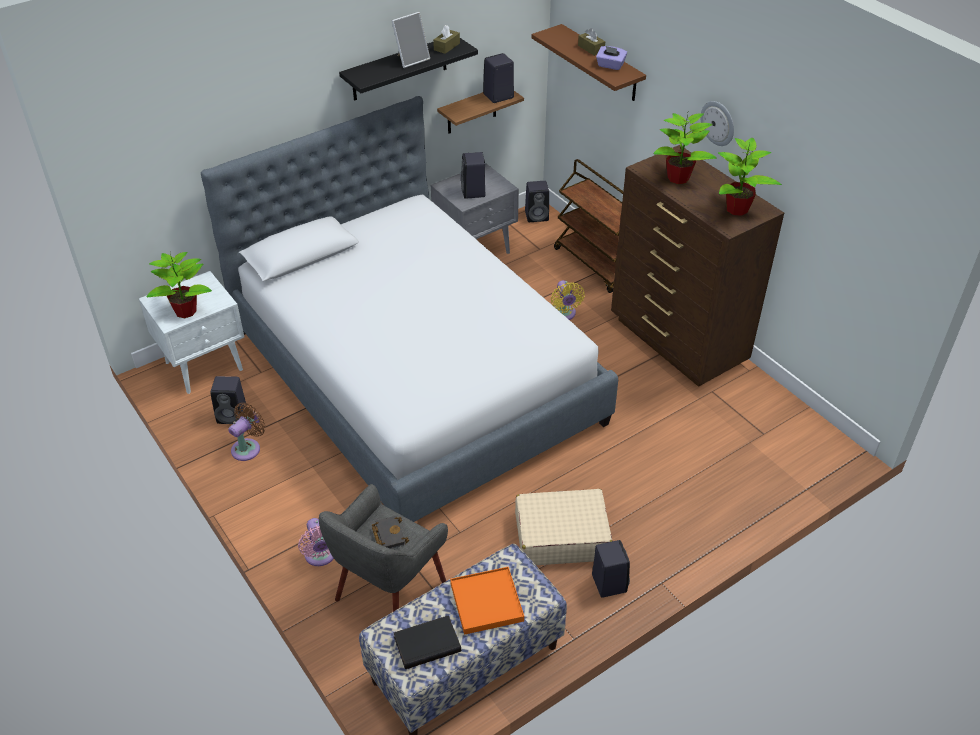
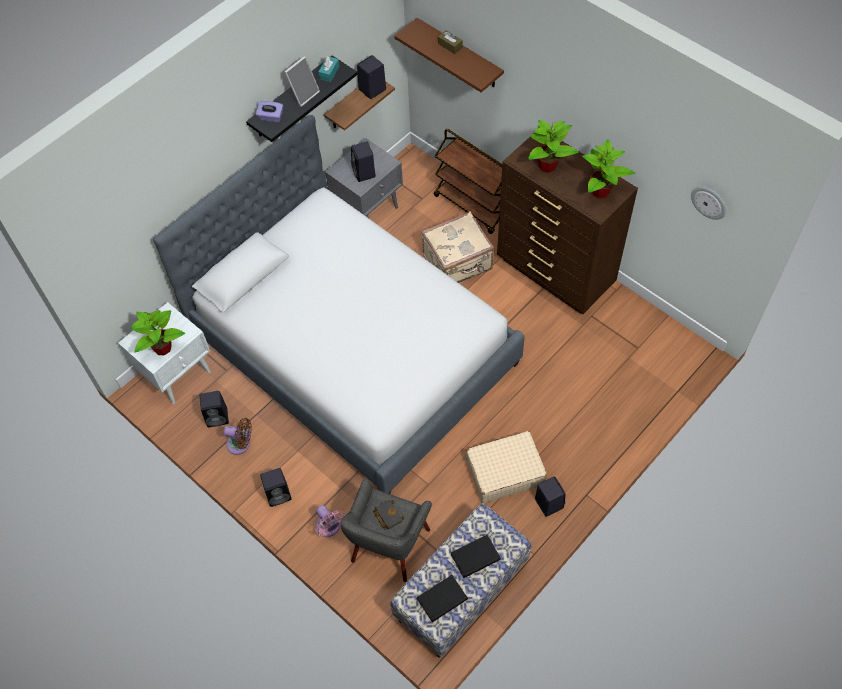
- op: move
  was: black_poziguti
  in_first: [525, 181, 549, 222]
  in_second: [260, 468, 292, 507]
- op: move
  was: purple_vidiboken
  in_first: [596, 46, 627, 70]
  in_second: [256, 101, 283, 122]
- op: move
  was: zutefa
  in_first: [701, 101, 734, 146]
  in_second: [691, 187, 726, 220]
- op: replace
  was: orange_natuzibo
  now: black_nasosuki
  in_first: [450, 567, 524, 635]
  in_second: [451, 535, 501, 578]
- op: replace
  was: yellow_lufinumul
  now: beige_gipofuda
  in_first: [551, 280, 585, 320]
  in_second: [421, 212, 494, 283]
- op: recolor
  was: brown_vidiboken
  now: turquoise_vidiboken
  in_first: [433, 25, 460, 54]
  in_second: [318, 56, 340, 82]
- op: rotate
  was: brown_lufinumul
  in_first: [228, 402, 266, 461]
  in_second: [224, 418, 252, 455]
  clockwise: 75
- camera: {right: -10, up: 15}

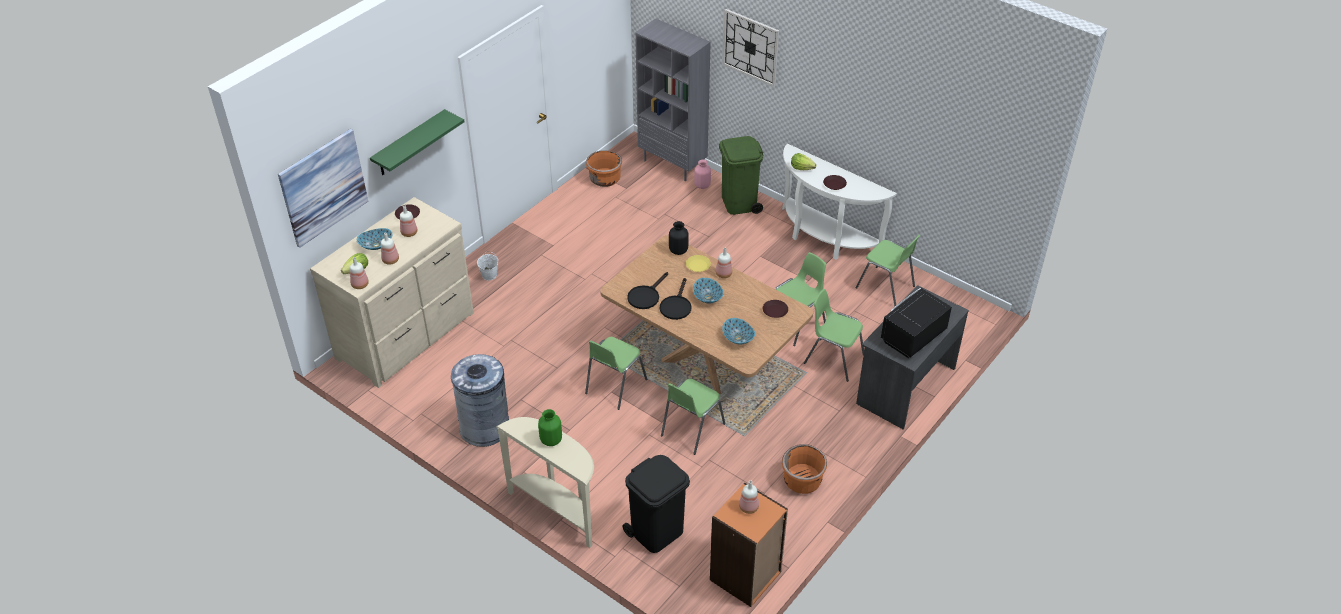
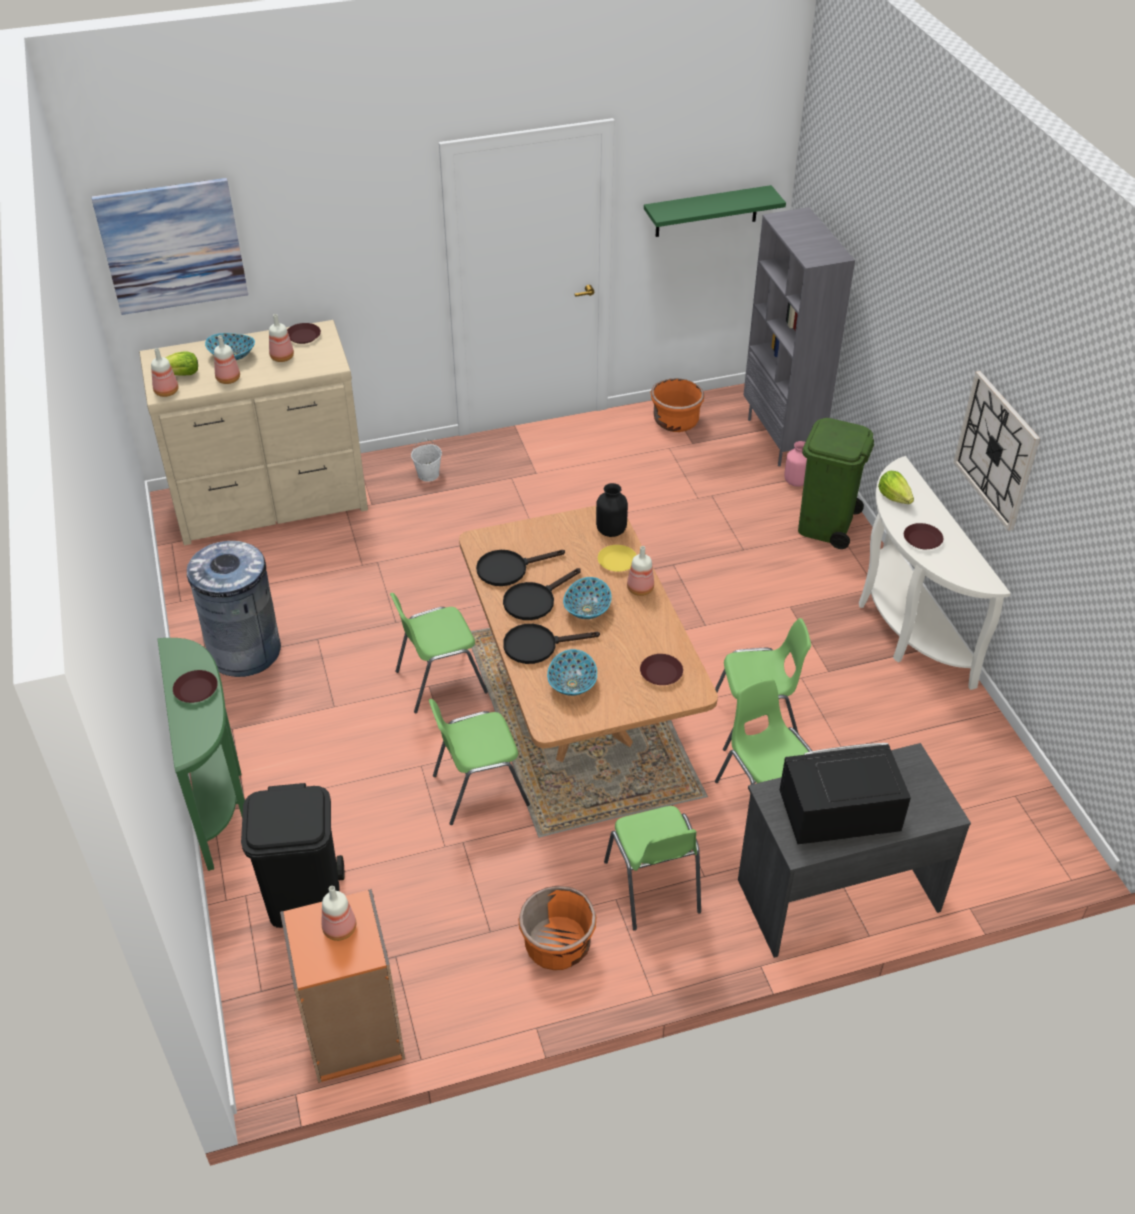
- op: insert
  now: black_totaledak
  in_second: [503, 624, 600, 664]
- op: move
  was: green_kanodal
  in_first: [370, 109, 464, 175]
  in_second: [644, 185, 786, 237]
- op: move
  was: zutefa
  in_first: [723, 9, 779, 87]
  in_second: [954, 371, 1040, 531]
- op: move
  was: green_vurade
  in_first: [855, 235, 920, 306]
  in_second: [604, 806, 701, 931]
- op: replace
  was: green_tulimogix
  now: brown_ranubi
  in_first: [538, 409, 562, 446]
  in_second: [173, 670, 218, 703]
- op: recolor
  was: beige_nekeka
  now: green_nekeka
  in_first: [496, 417, 594, 548]
  in_second: [157, 638, 245, 871]
- camera: {right: 35, up: 0}

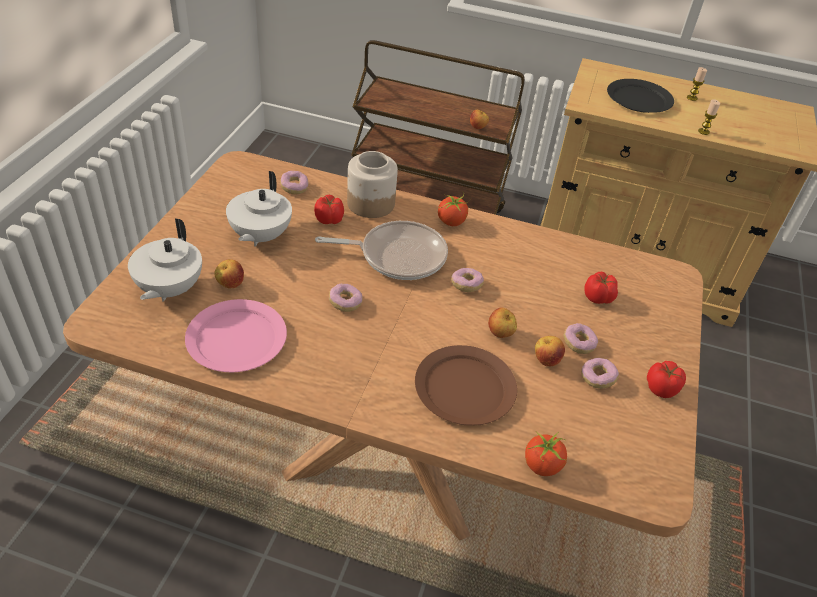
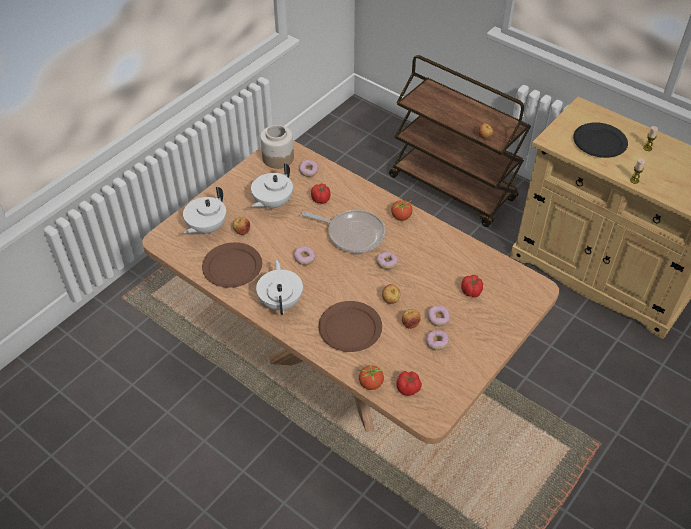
- op: insert
  now: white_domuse
  in_second: [256, 260, 303, 315]
- op: move
  was: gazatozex
  in_first: [347, 151, 398, 218]
  in_second: [260, 125, 294, 169]
- op: move
  was: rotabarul
  in_first: [647, 361, 686, 398]
  in_second: [396, 371, 422, 396]
- op: recolor
  was: pink_ranubi
  now: brown_ranubi
  in_first: [185, 299, 287, 372]
  in_second: [202, 242, 262, 288]
- camera: {right: 25, up: 5}

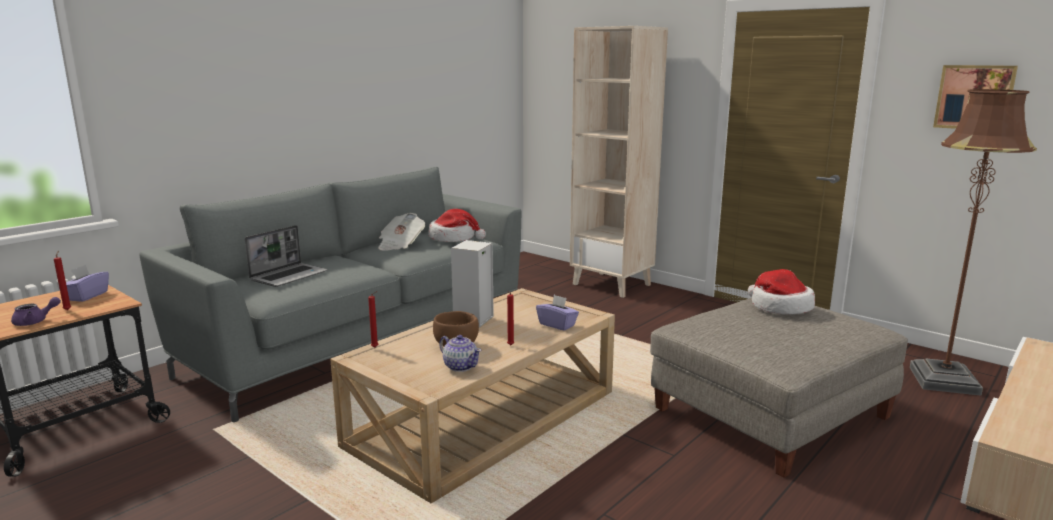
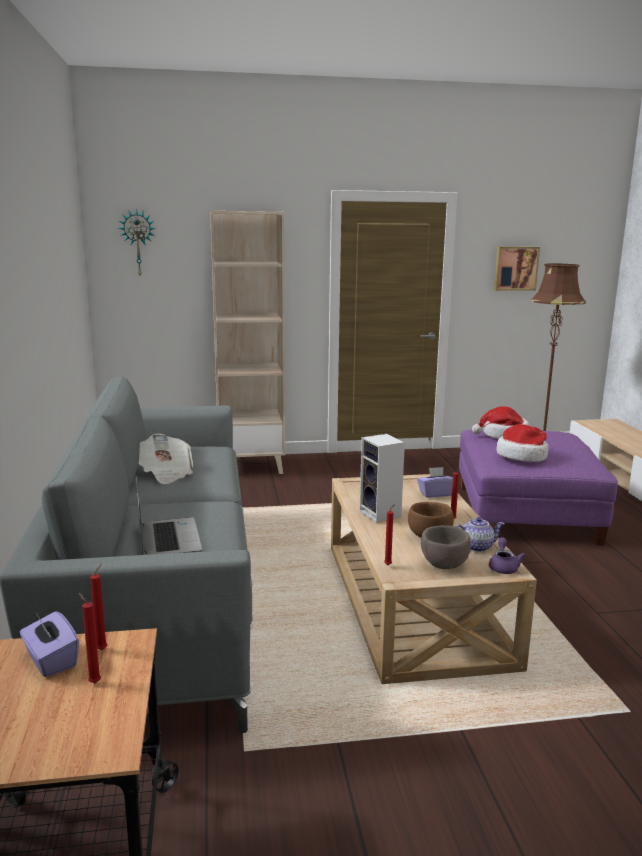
- op: insert
  now: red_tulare
  in_second: [90, 564, 107, 650]
- op: insert
  now: zutefa
  in_second: [119, 209, 156, 275]
- op: insert
  now: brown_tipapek
  in_second: [421, 525, 471, 569]
- op: move
  was: purple_domuse
  in_first: [11, 297, 61, 326]
  in_second: [489, 537, 525, 574]
- op: move
  was: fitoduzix
  in_first: [428, 209, 486, 242]
  in_second: [496, 424, 549, 462]
- op: recolor
  was: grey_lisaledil
  now: purple_lisaledil
  in_first: [650, 298, 908, 478]
  in_second: [459, 430, 618, 545]
- camera: {right: -50, up: 0}

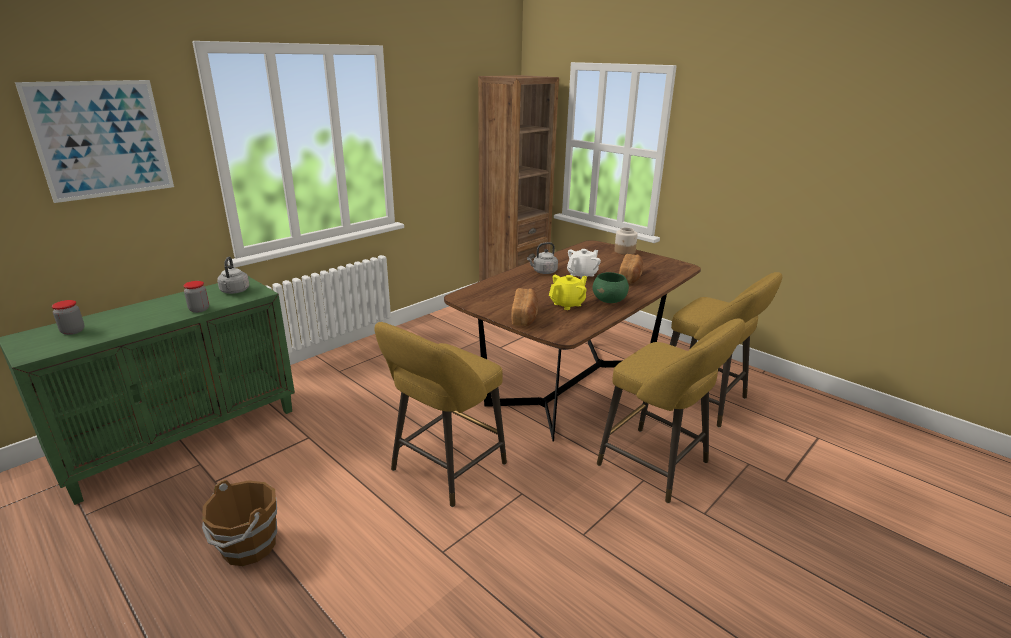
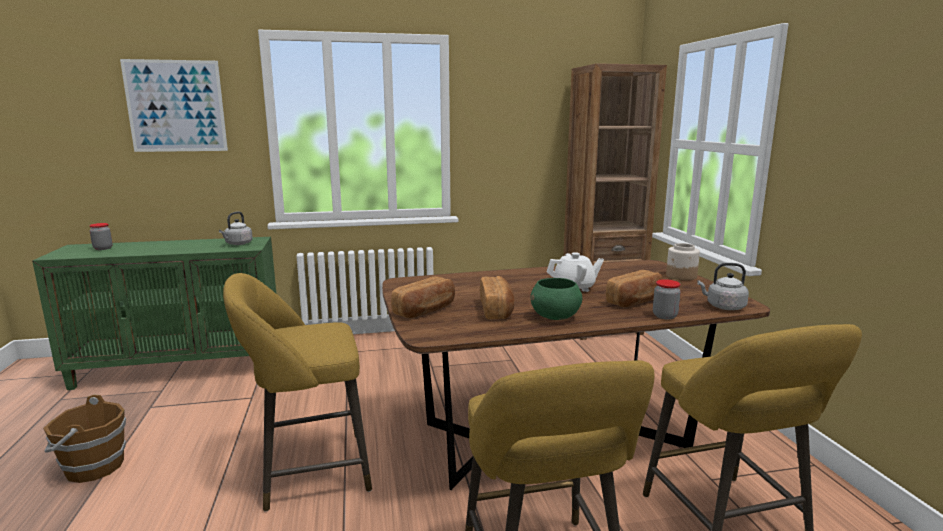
- op: move
  was: gazatozex
  in_first: [183, 281, 209, 313]
  in_second: [653, 279, 681, 319]
- op: move
  was: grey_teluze
  in_first: [527, 242, 558, 274]
  in_second: [697, 263, 749, 310]
- op: replace
  was: yellow_domuse
  now: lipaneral
  in_first: [549, 275, 587, 310]
  in_second: [480, 276, 514, 319]
- camera: {right: 35, up: -10}

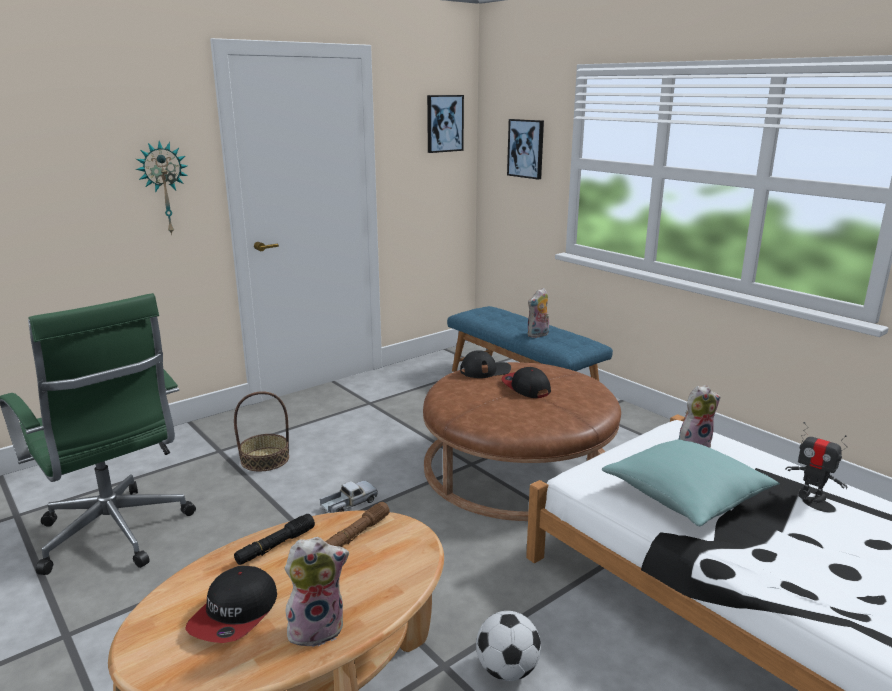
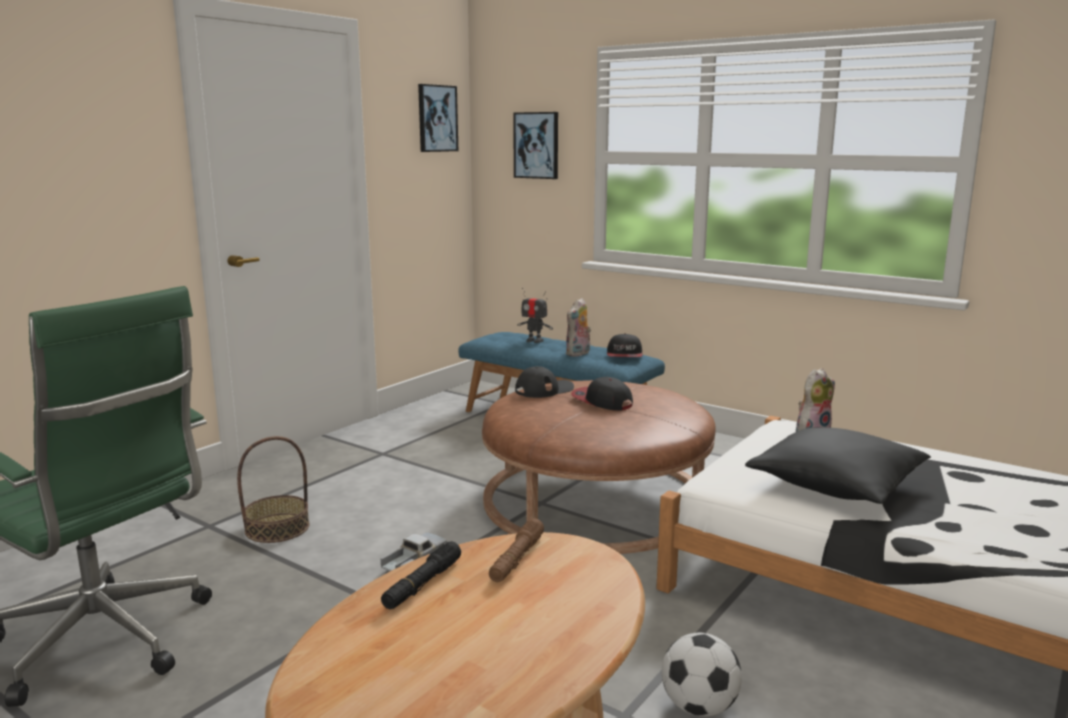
- op: delete
  was: zutefa
  in_first: [135, 141, 188, 235]
- op: delete
  was: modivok
  in_first: [285, 537, 349, 647]
- op: move
  was: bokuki
  in_first: [185, 566, 277, 643]
  in_second: [607, 333, 643, 357]
- op: move
  was: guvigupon
  in_first: [786, 422, 847, 504]
  in_second: [518, 288, 553, 343]
- op: recolor
  was: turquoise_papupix
  now: black_papupix
  in_first: [602, 440, 780, 526]
  in_second: [745, 427, 931, 504]
- camera: {right: -15, up: -5}

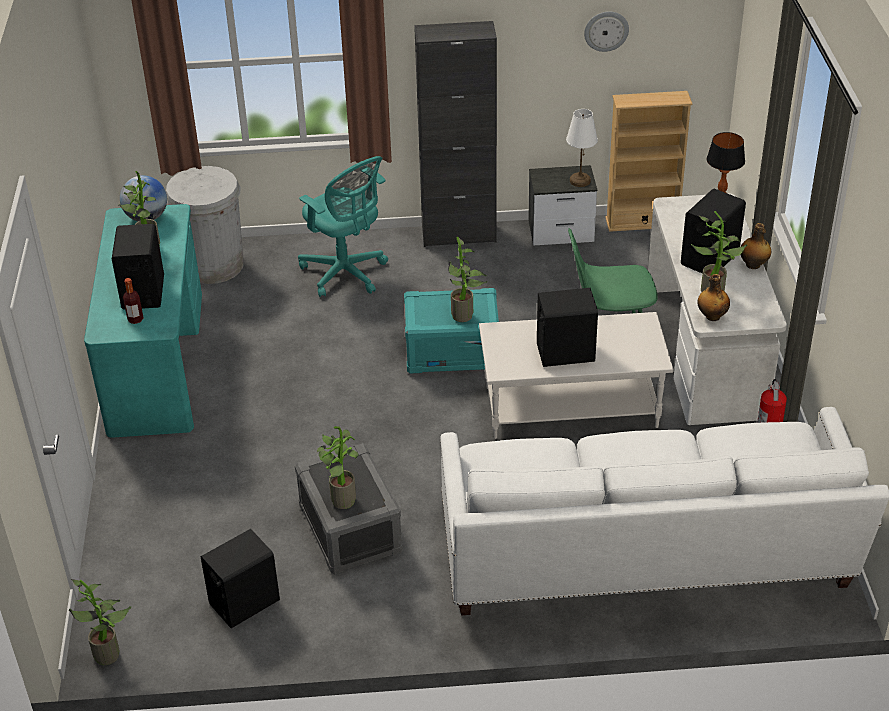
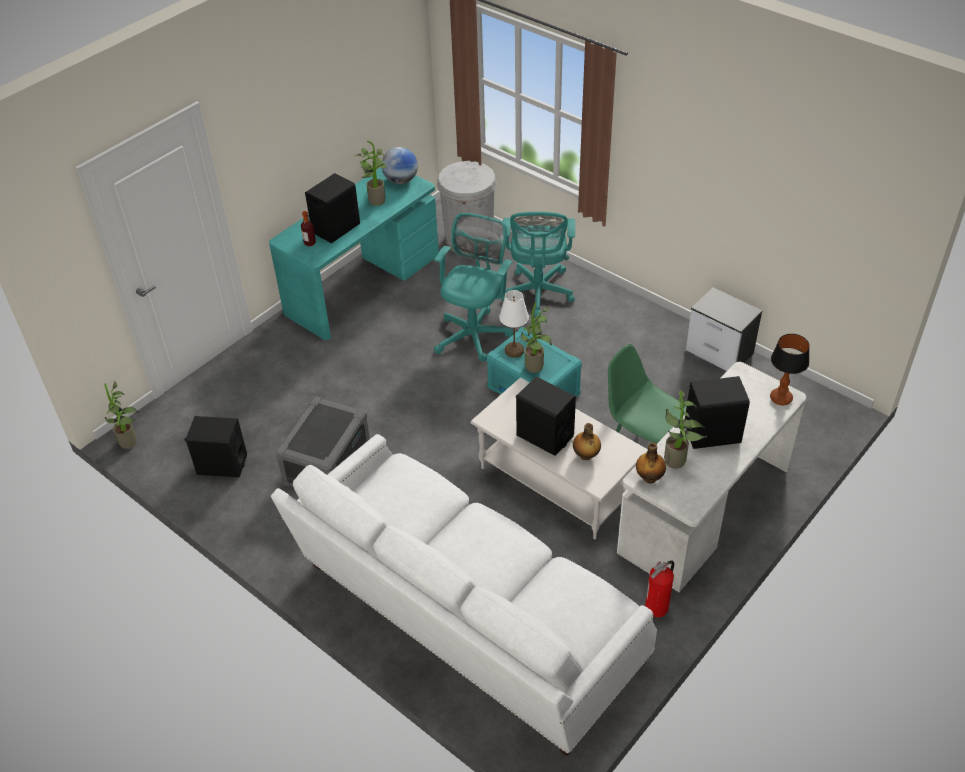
- op: delete
  was: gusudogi
  in_first: [317, 426, 358, 509]
- op: delete
  was: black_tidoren
  in_first: [414, 21, 497, 247]
- op: delete
  was: zutefa
  in_first: [584, 12, 629, 52]
- op: delete
  was: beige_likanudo
  in_first: [605, 91, 693, 232]
- op: insert
  now: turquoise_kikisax
  in_second: [434, 213, 514, 361]
- op: move
  was: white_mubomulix
  in_first: [566, 109, 598, 187]
  in_second: [499, 290, 529, 358]
- op: move
  was: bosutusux
  in_first: [740, 223, 771, 269]
  in_second: [573, 423, 601, 460]
- camera: {right: 45, up: 5}

